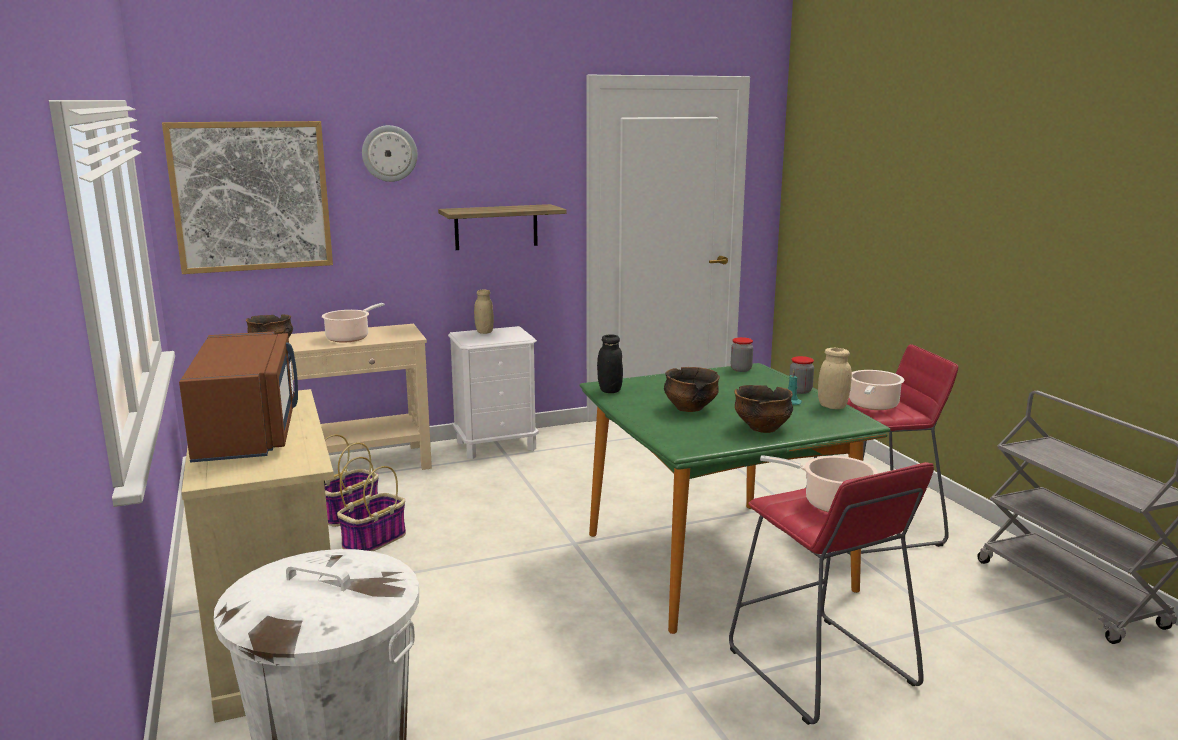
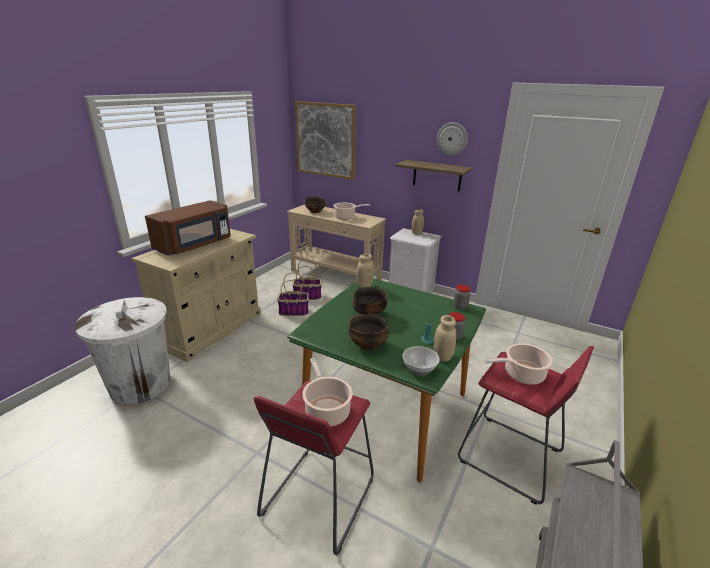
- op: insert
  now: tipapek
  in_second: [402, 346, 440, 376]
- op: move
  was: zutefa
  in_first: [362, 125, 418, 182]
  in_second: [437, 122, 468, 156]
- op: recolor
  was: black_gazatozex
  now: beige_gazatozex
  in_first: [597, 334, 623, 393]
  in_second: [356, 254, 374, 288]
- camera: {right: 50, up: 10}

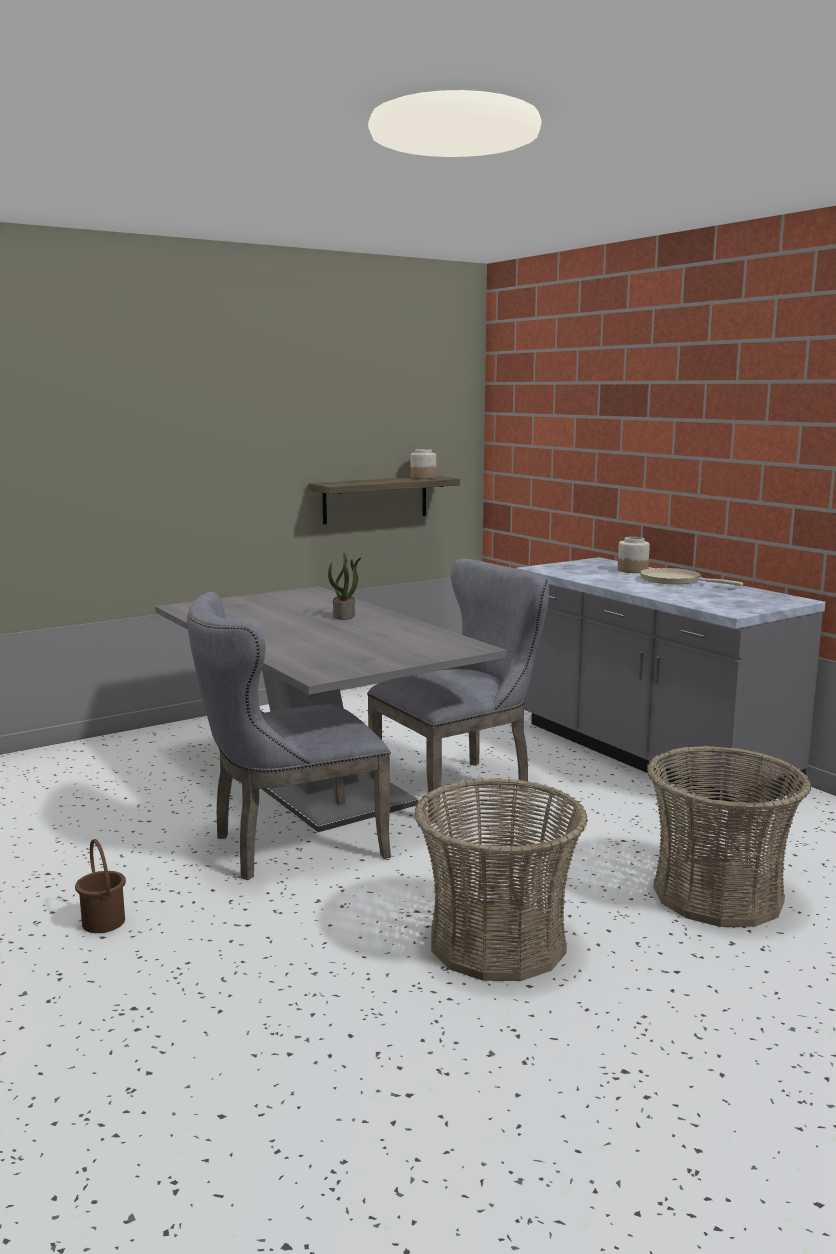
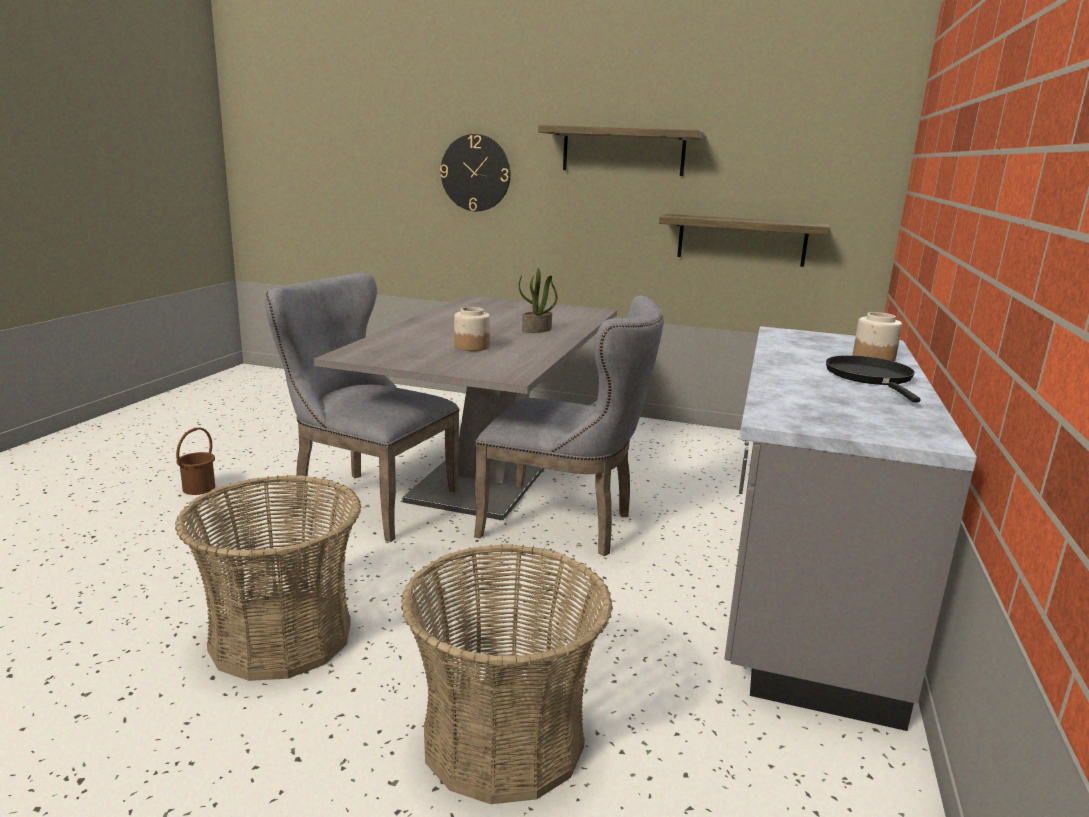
- op: insert
  now: zutefa
  in_second: [440, 134, 511, 211]
- op: insert
  now: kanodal
  in_second: [538, 125, 704, 176]
- op: move
  was: gazatozex
  in_first: [410, 449, 436, 479]
  in_second: [454, 307, 490, 351]
- op: recolor
  was: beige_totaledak
  now: black_totaledak
  in_first: [640, 568, 743, 586]
  in_second: [826, 355, 920, 402]
- camera: {right: 50, up: 5}

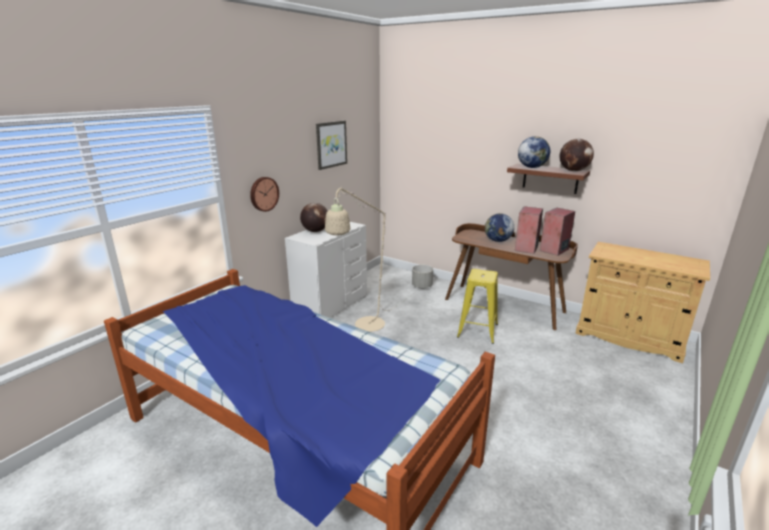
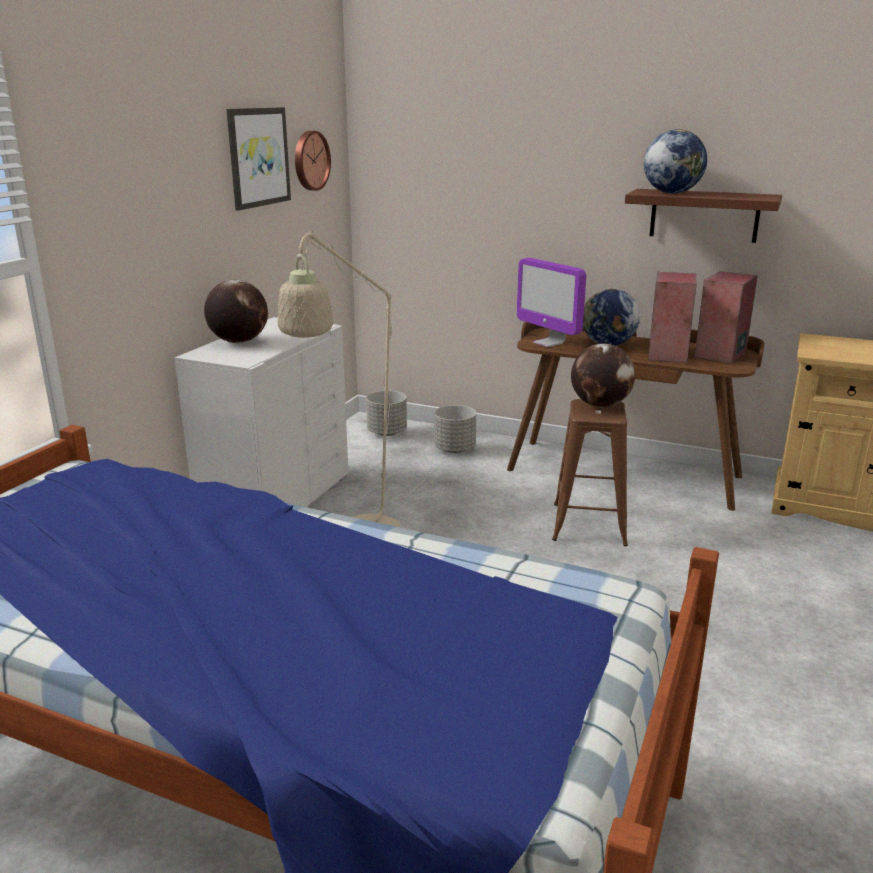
- op: insert
  now: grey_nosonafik
  in_second: [366, 391, 407, 436]
- op: insert
  now: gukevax
  in_second: [517, 258, 586, 347]
- op: move
  was: zutefa
  in_first: [250, 177, 279, 212]
  in_second: [295, 131, 331, 191]
- op: move
  was: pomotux
  in_first: [559, 139, 594, 171]
  in_second: [571, 343, 635, 407]
- op: recolor
  was: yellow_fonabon
  now: brown_fonabon
  in_first: [457, 269, 498, 344]
  in_second: [552, 399, 628, 546]
- camera: {right: -10, up: 0}

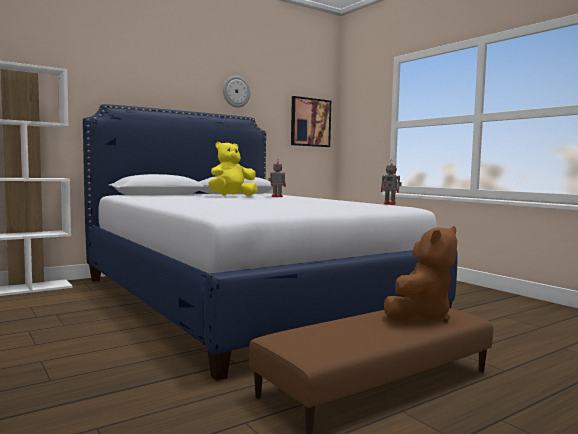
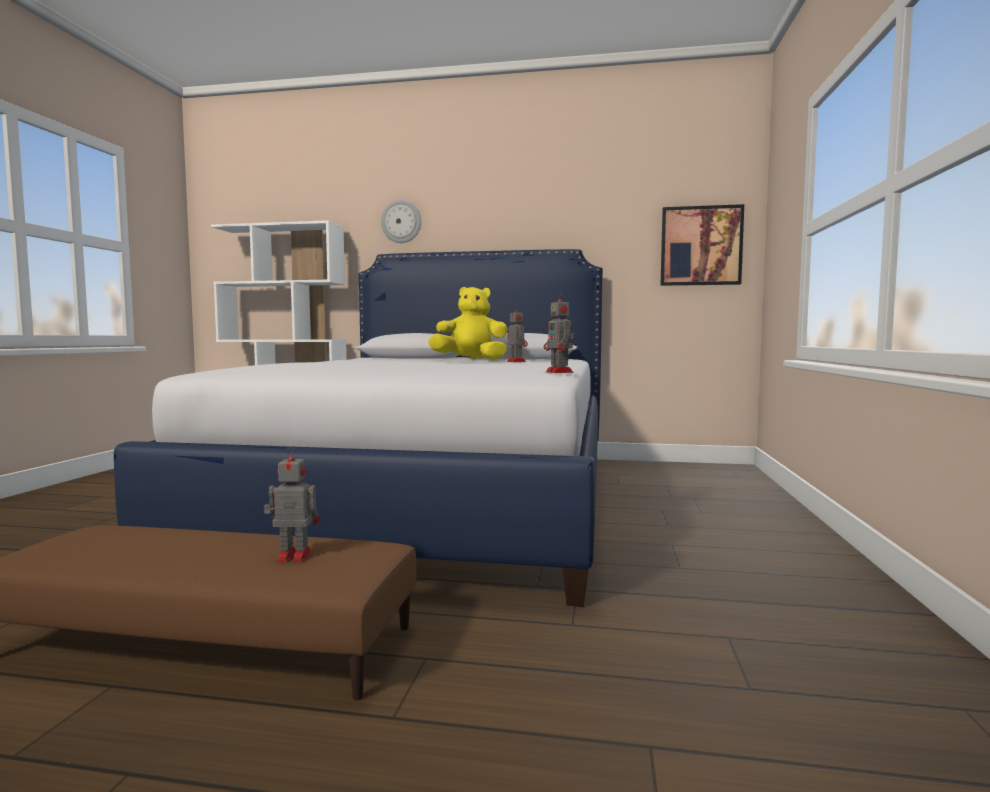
- op: move
  was: zutefa
  in_first: [223, 76, 250, 108]
  in_second: [381, 200, 421, 243]
- op: replace
  was: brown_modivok
  now: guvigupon
  in_first: [384, 226, 457, 322]
  in_second: [264, 447, 319, 563]
- camera: {right: 45, up: 0}

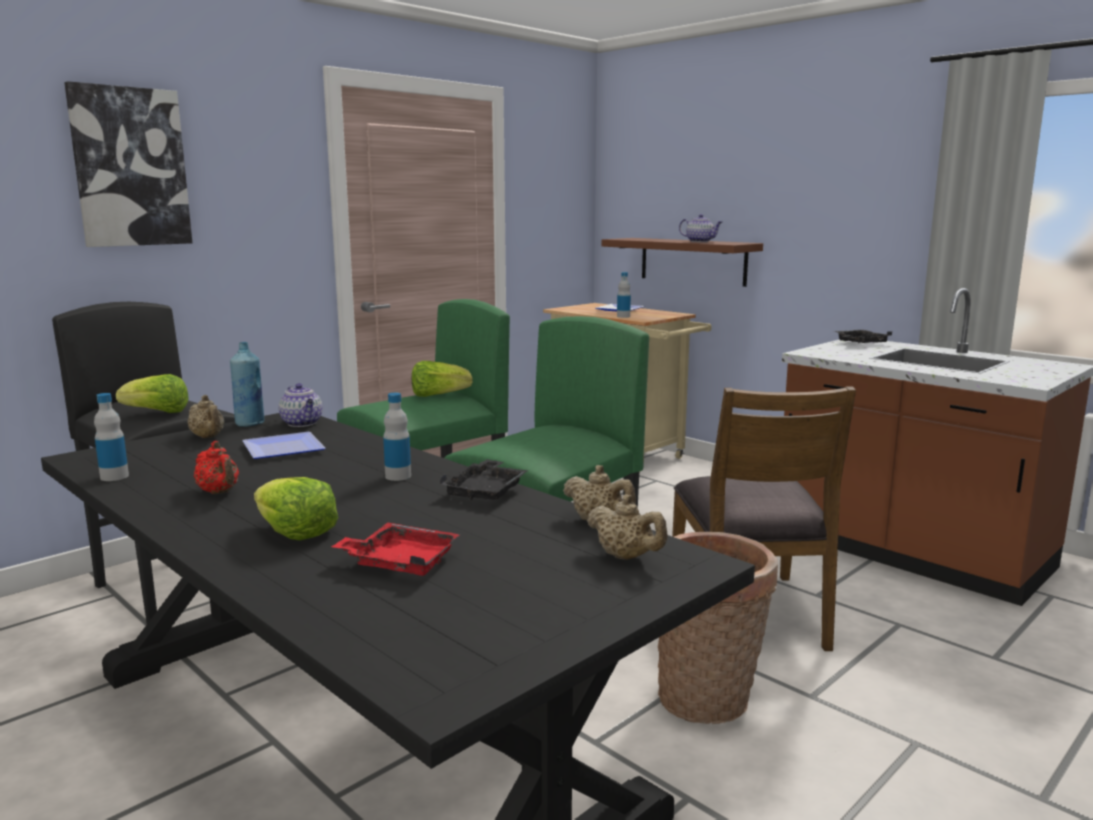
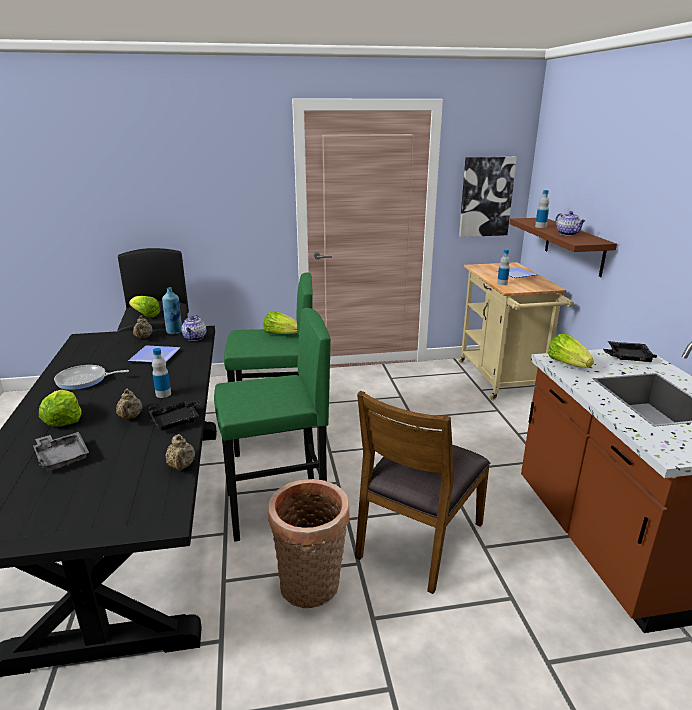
- op: insert
  now: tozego
  in_second: [548, 334, 594, 368]
- op: move
  was: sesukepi
  in_first: [64, 81, 192, 247]
  in_second: [459, 157, 517, 237]
- op: move
  was: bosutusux
  in_first: [94, 393, 129, 481]
  in_second: [535, 190, 549, 228]
- op: move
  was: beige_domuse
  in_first: [587, 494, 667, 560]
  in_second: [116, 389, 142, 419]
- op: replace
  was: red_domuse
  now: totaledak
  in_first: [194, 441, 239, 494]
  in_second: [54, 365, 129, 390]
- op: recolor
  was: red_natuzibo
  now: grey_natuzibo
  in_first: [331, 522, 460, 576]
  in_second: [33, 432, 89, 471]
- camera: {right: 35, up: 10}

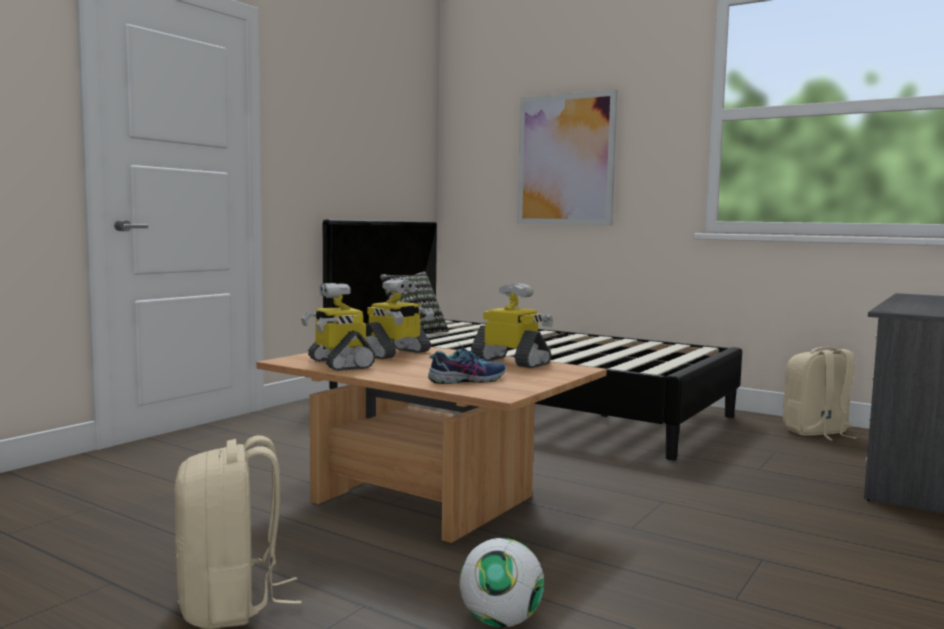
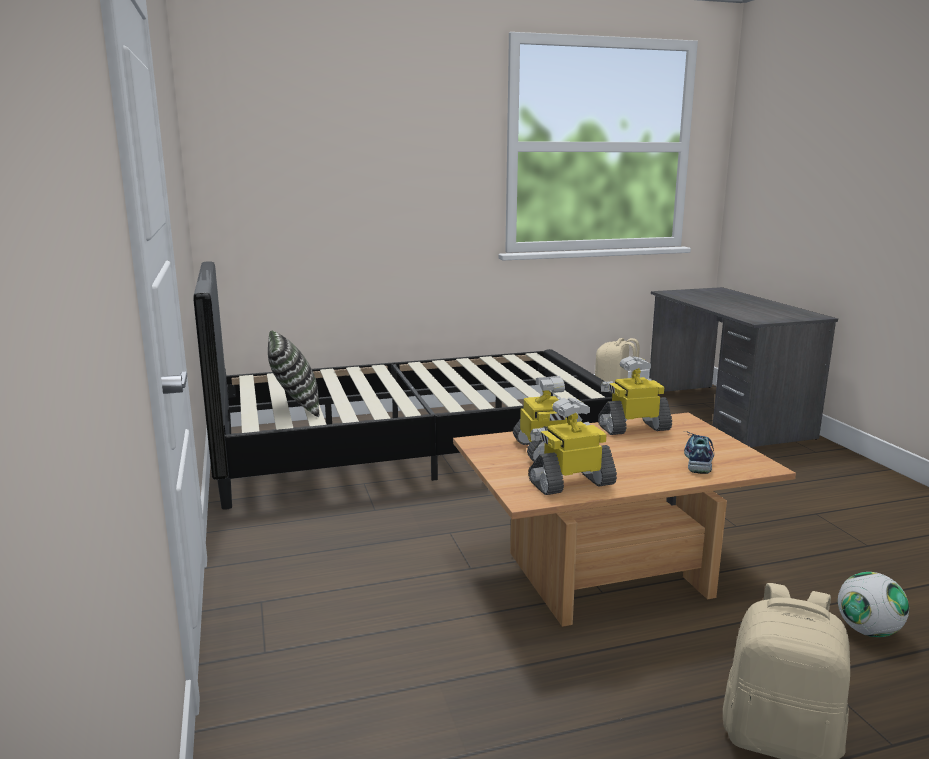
- op: delete
  was: sesukepi
  in_first: [517, 90, 618, 225]
- op: rotate
  was: guvigupon
  in_first: [301, 283, 375, 371]
  in_second: [528, 398, 617, 495]
  clockwise: 150
- camera: {right: -50, up: 10}

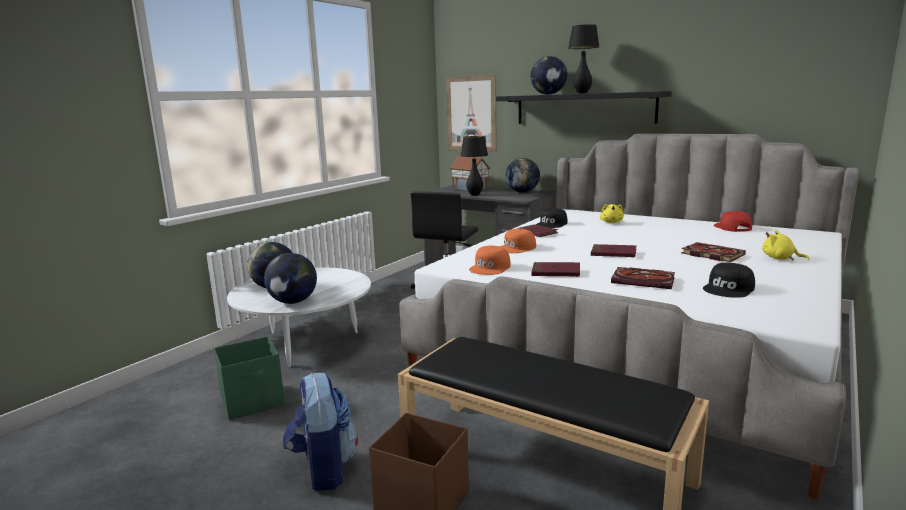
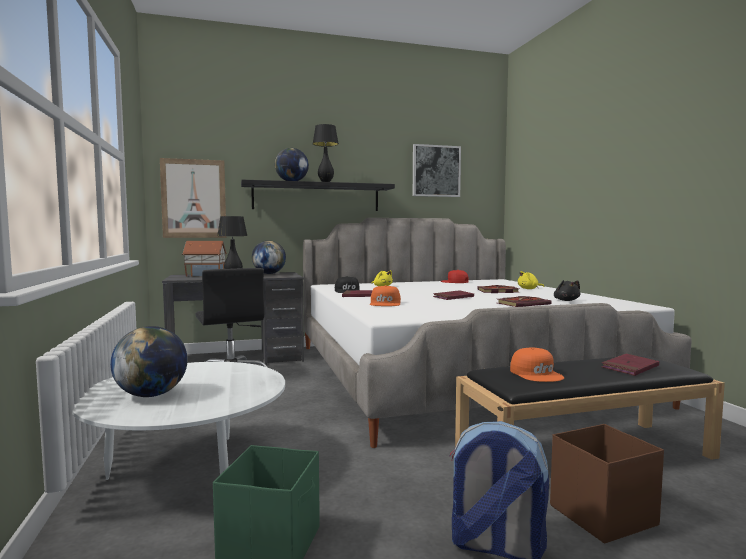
- op: delete
  was: pomotux
  in_first: [264, 253, 317, 304]
- op: insert
  now: sesukepi
  in_second: [413, 144, 461, 197]
- op: move
  was: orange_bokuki
  in_first: [469, 246, 511, 275]
  in_second: [510, 348, 564, 382]
- op: move
  was: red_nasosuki
  in_first: [531, 262, 580, 277]
  in_second: [601, 354, 659, 376]
- op: replace
  was: black_bokuki
  now: black_modivok
  in_first: [703, 262, 755, 298]
  in_second: [554, 280, 581, 301]
- camera: {right: -50, up: -10}

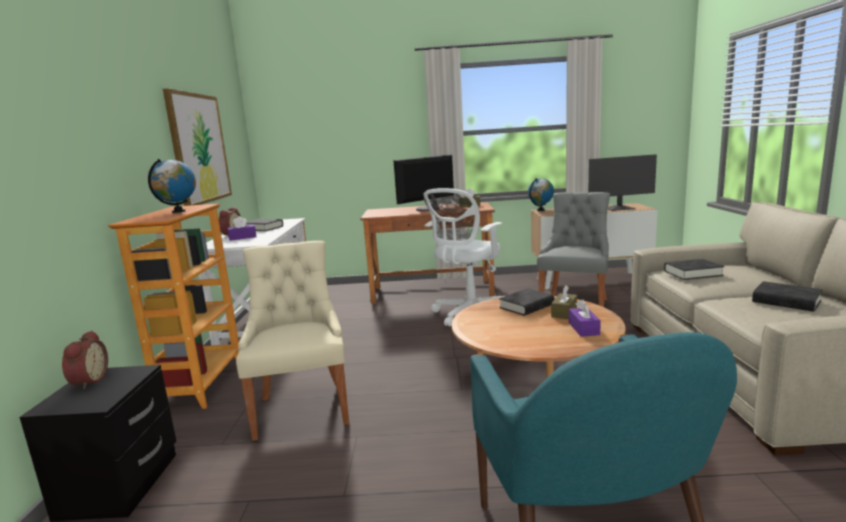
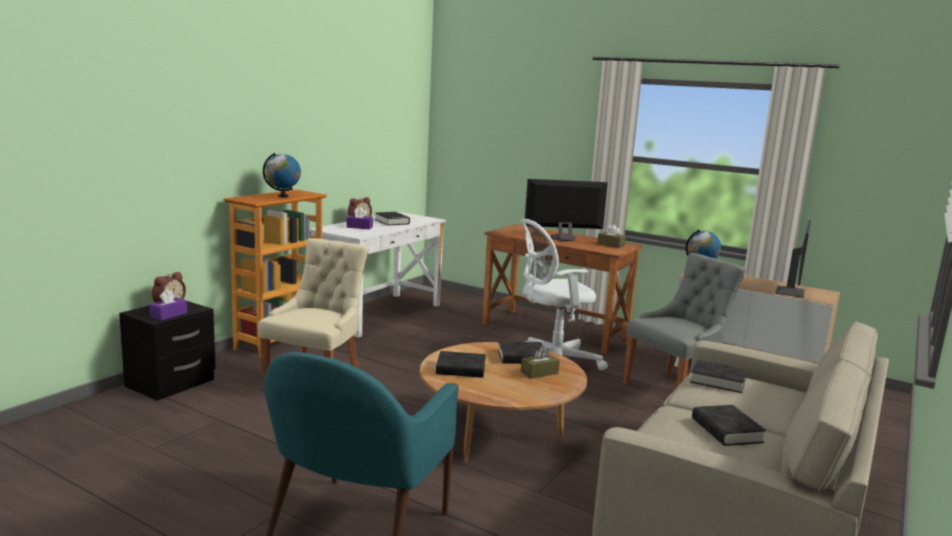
- op: delete
  was: sesukepi
  in_first: [163, 88, 232, 206]
- op: insert
  now: black_nasosuki
  in_second: [436, 351, 486, 378]
- op: move
  was: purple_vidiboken
  in_first: [569, 299, 601, 337]
  in_second: [150, 289, 187, 321]
- op: rotate
  was: gukevax
  in_first: [588, 154, 657, 211]
  in_second: [775, 220, 811, 298]
  clockwise: -90
- camera: {right: 30, up: 0}

